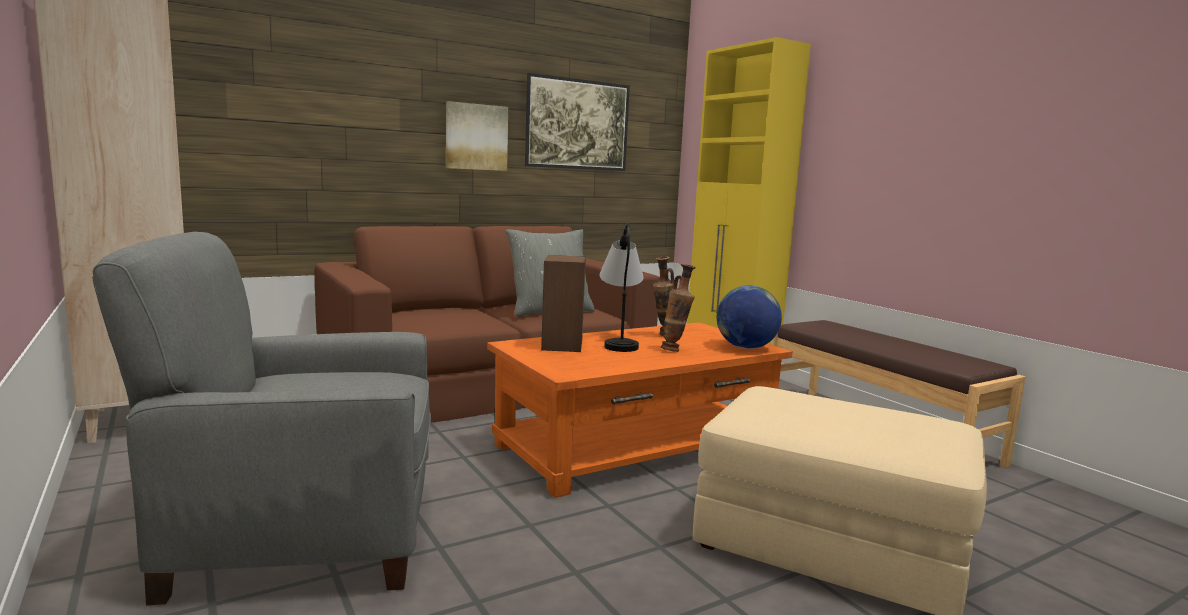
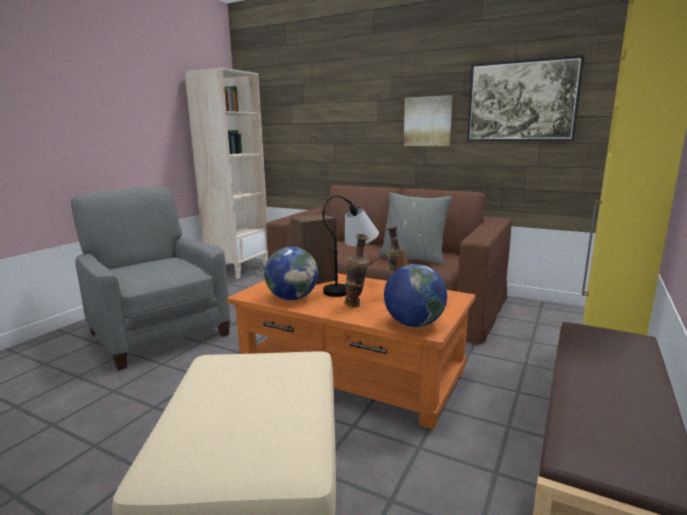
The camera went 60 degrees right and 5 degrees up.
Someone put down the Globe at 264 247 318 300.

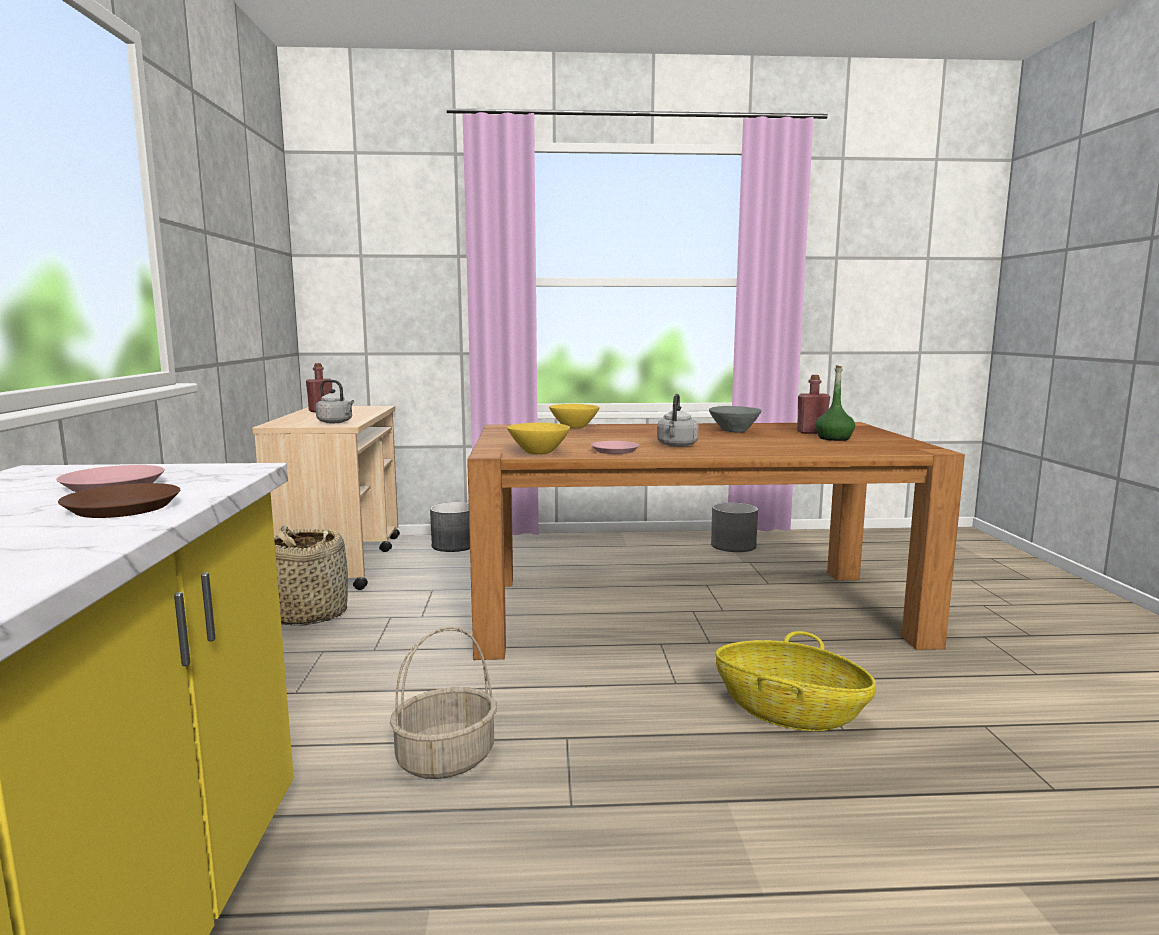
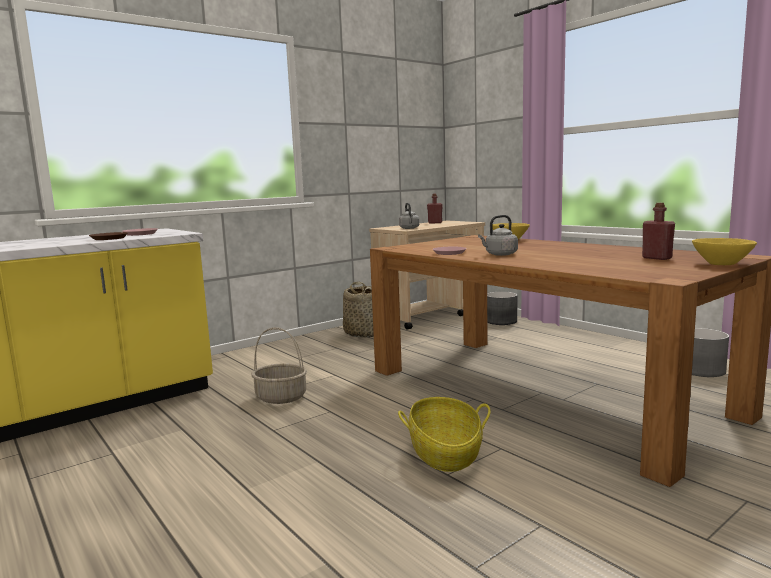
The camera went 55 degrees right and 0 degrees up.
Someone carried the YellowBowl from 507 423 570 454 to 692 238 757 265.
Someone took away the GrayBowl at 709 406 762 433.
Someone took away the GreenBottle at 815 365 855 441.

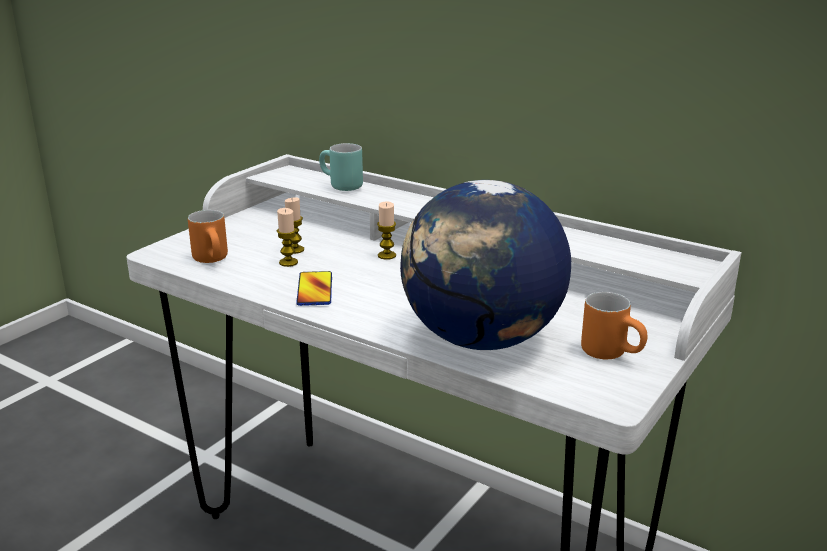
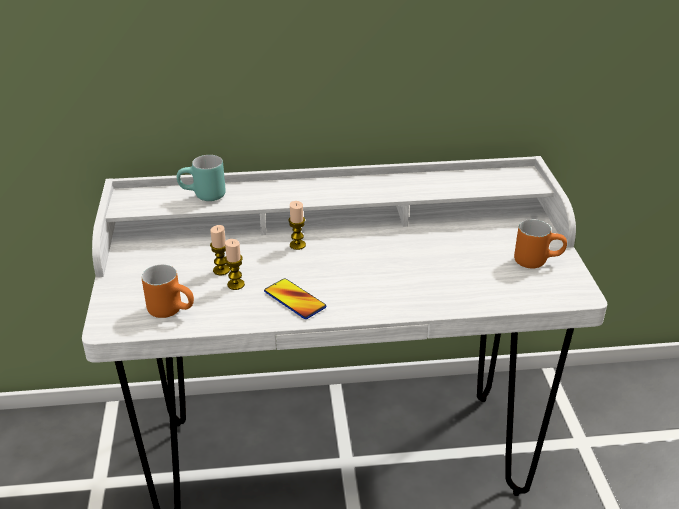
The camera went 40 degrees left and 10 degrees up.
Someone took away the Globe at 400 180 571 350.

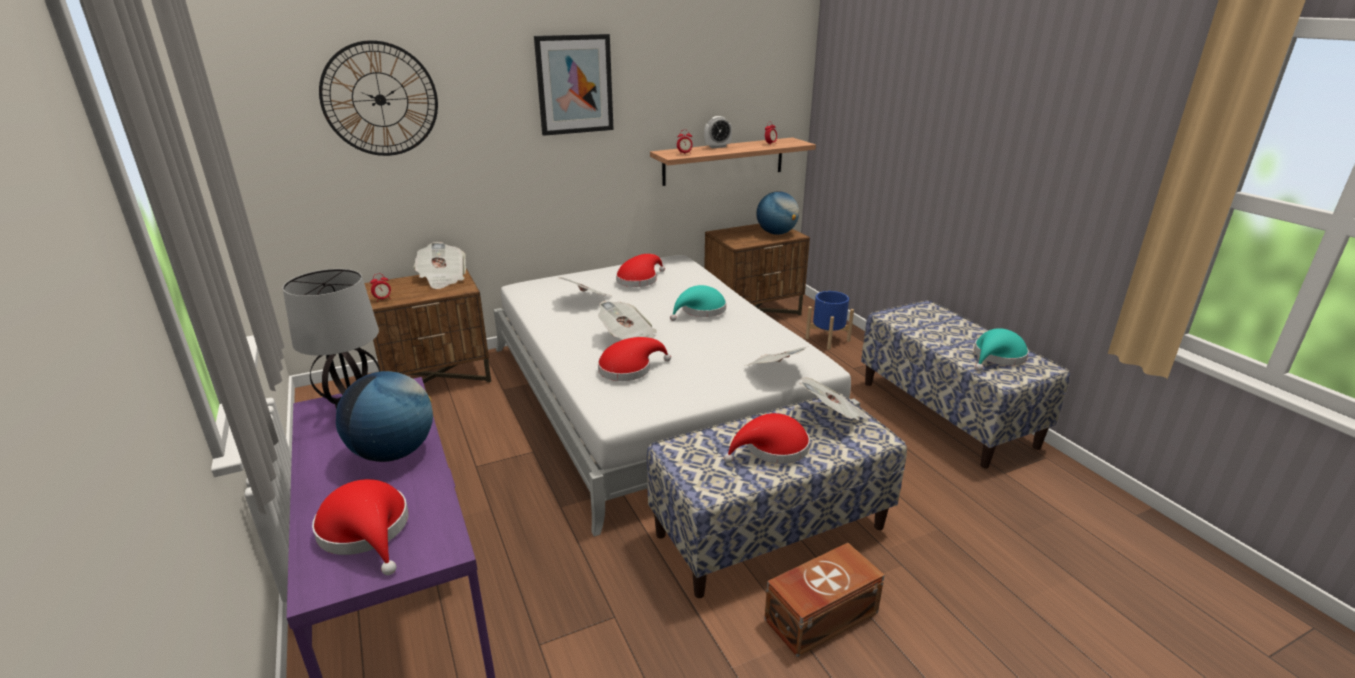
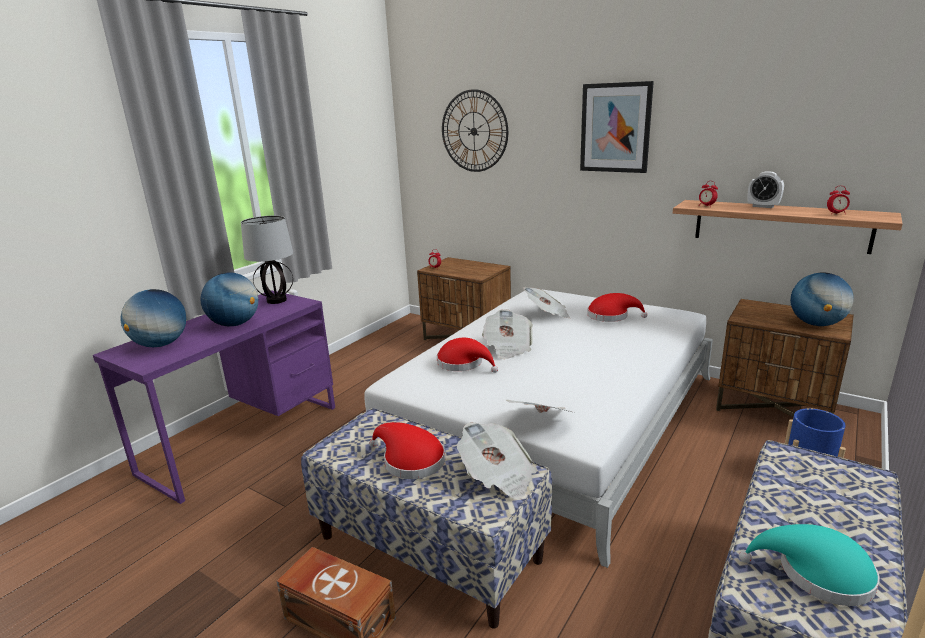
The camera went 60 degrees right and 5 degrees down.
Someone swapped the RedHat at 312 479 409 575 for the Globe at 121 289 186 347.
Someone took away the DailyPaper at 414 242 466 289.
Someone took away the BlueGreenHat at 670 285 726 321.

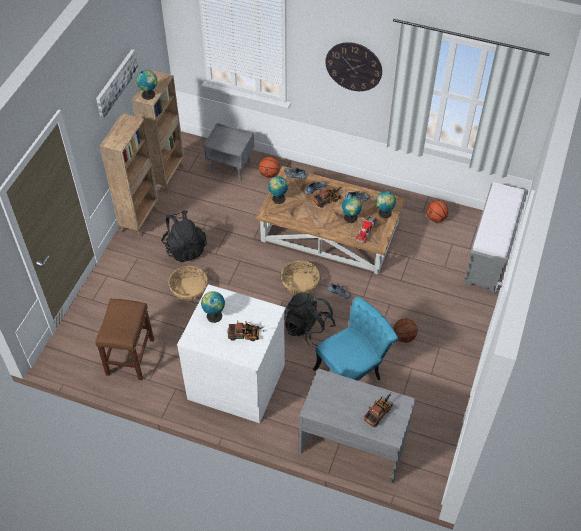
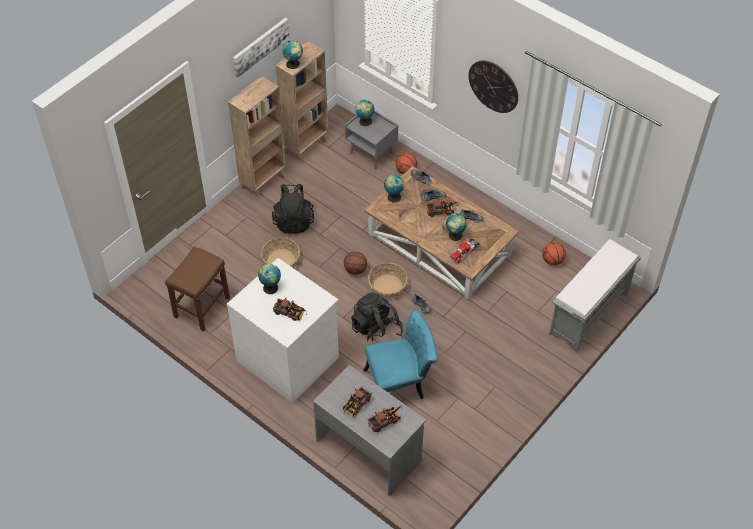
The camera went 20 degrees right and 0 degrees up.
Someone carried the Globe from 376 191 396 218 to 355 100 374 126.
Someone carried the Basketball from 393 318 418 343 to 344 251 367 275.
Someone put down the ToyTruck at 343 386 372 417.

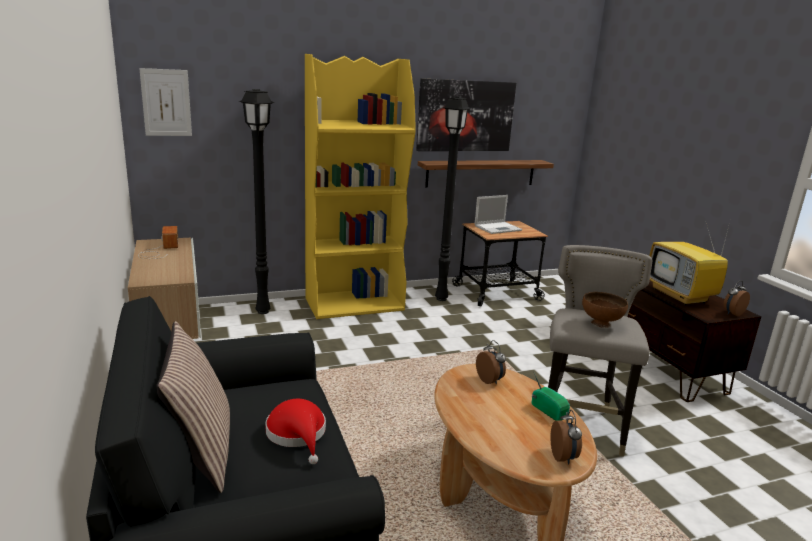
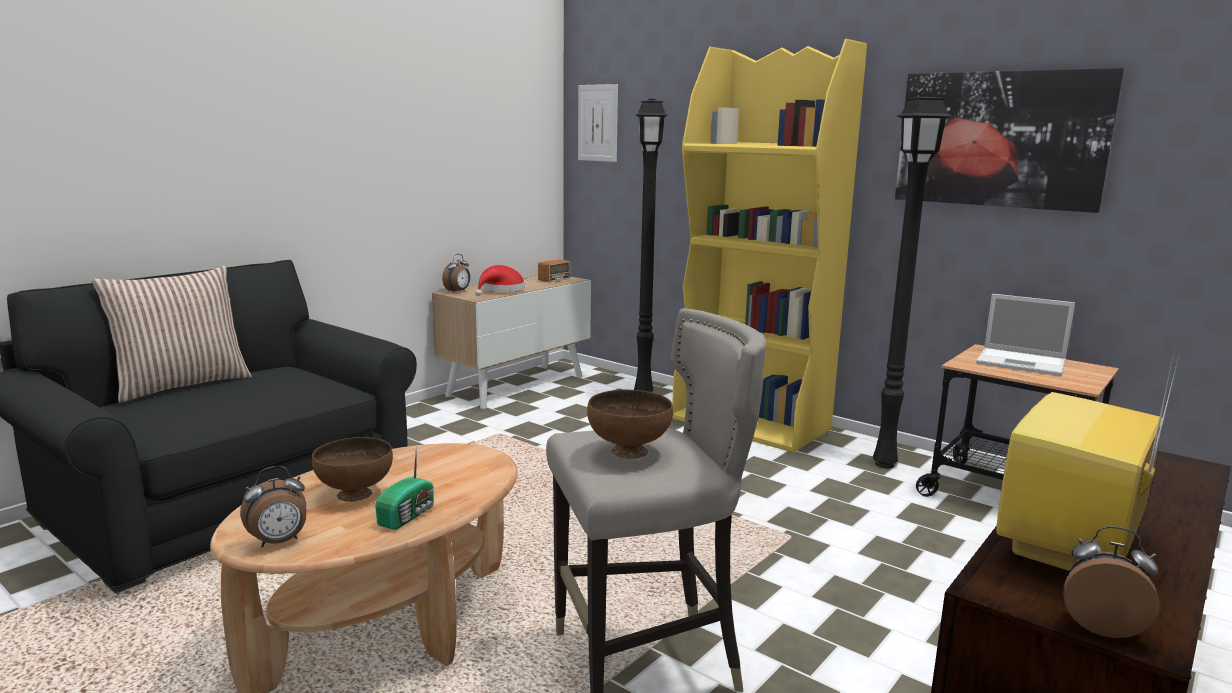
The camera went 60 degrees right and 5 degrees down.
Someone carried the RedHat from 265 399 326 464 to 475 265 525 296.
Someone took away the BracketShelf at 418 160 554 187.
Someone carried the AlarmClock from 476 340 506 384 to 442 254 470 293.
Someone put down the BrownishBowl at 312 437 393 502.

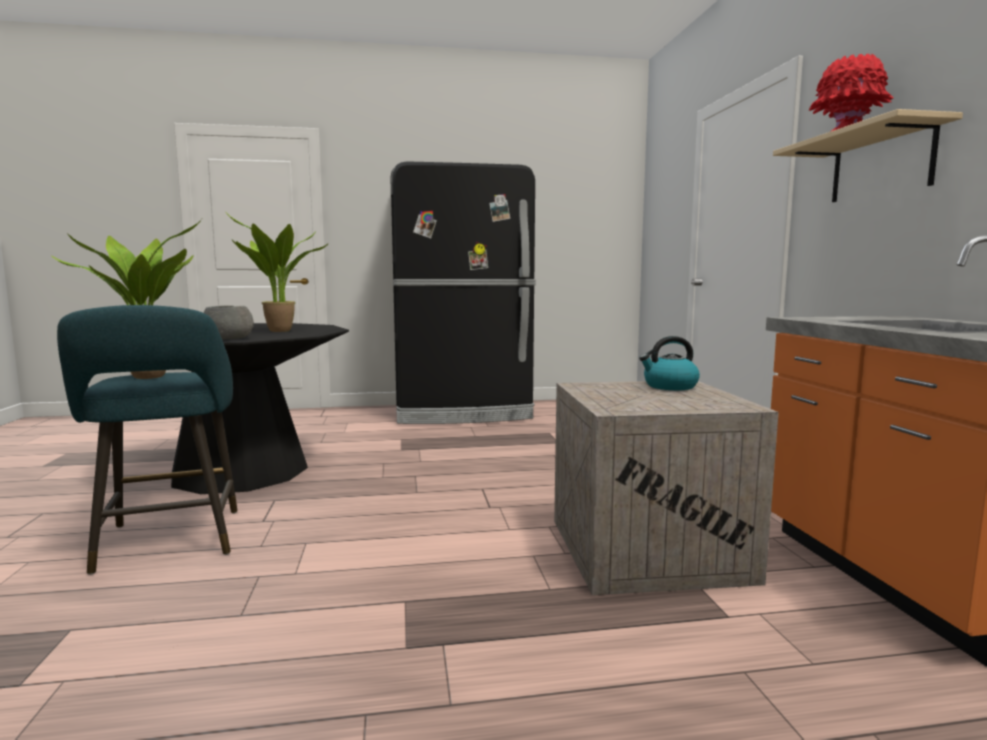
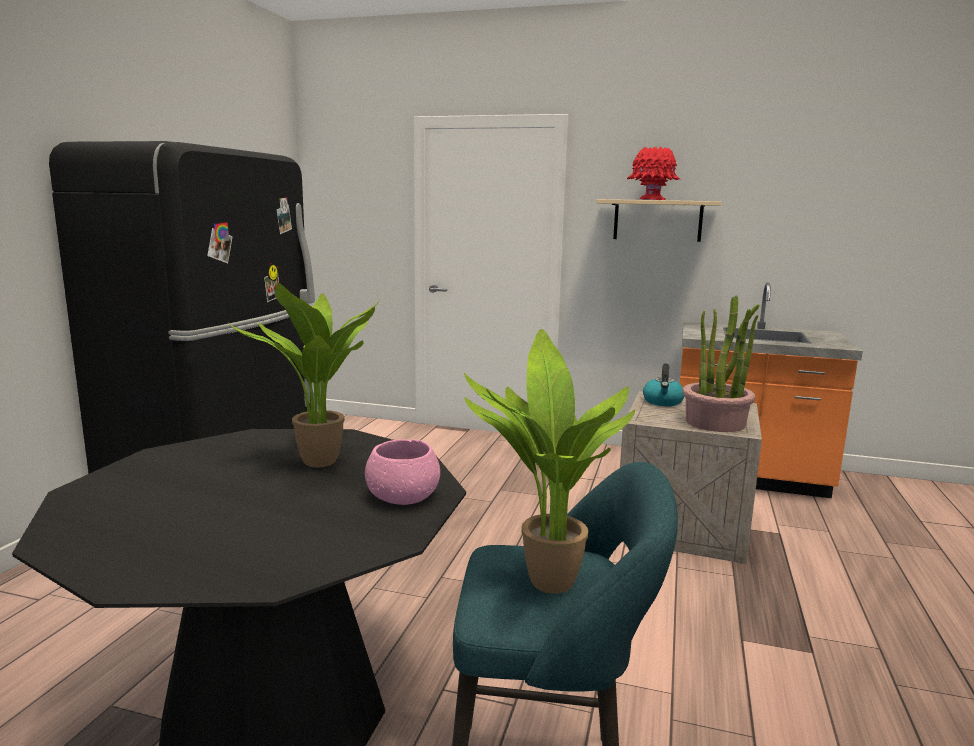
The camera went 65 degrees left and 5 degrees up.
Someone repainted the GrayBowl at 203 305 254 340, which became the PinkBowl at 365 439 440 505.
Someone put down the PlantInAPot at 682 296 760 432.

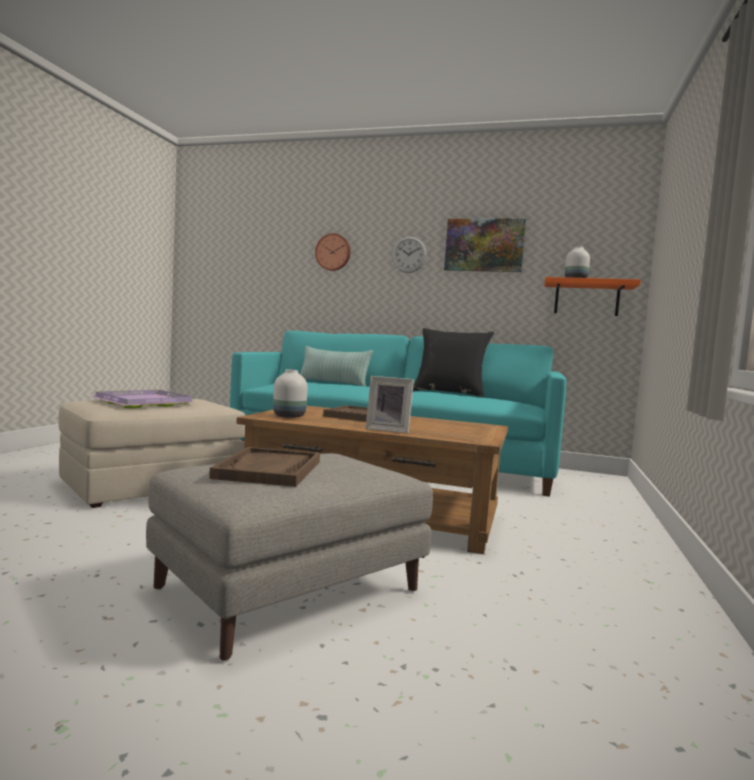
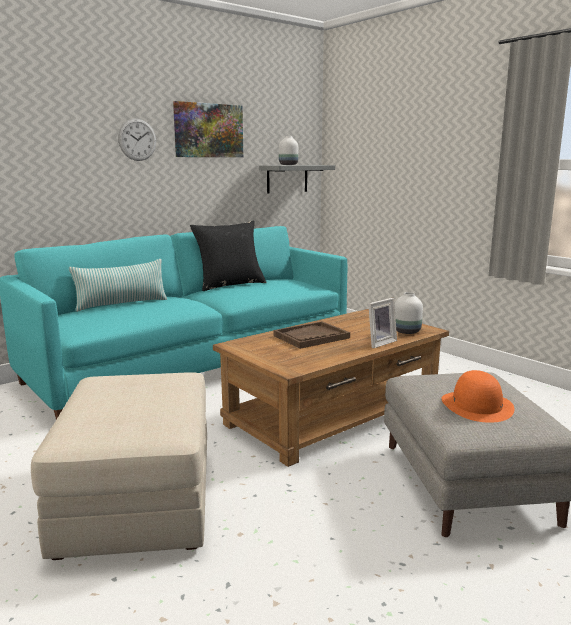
The camera went 55 degrees left and 10 degrees up.
Someone took away the PurplishServingTray at 89 390 197 409.
Someone swapped the BrownishServingTray at 209 447 320 487 for the OrangeColouredHat at 441 370 515 423.
Someone carried the WhiteColouredDecorativeVase from 273 370 307 418 to 395 292 423 334.
Someone took away the ClockOnTheWall at 315 233 351 271.
Someone repainted the OrangeColouredBracketShelf at 544 277 641 316, which became the GrayBracketShelf at 259 165 335 194.

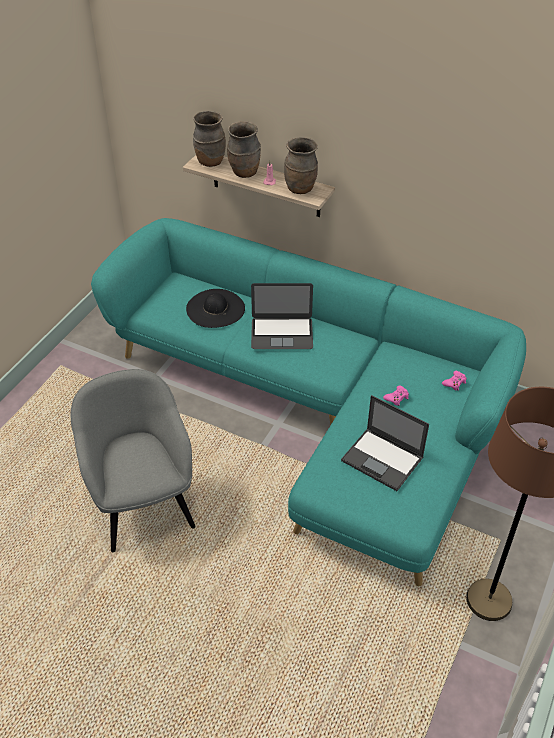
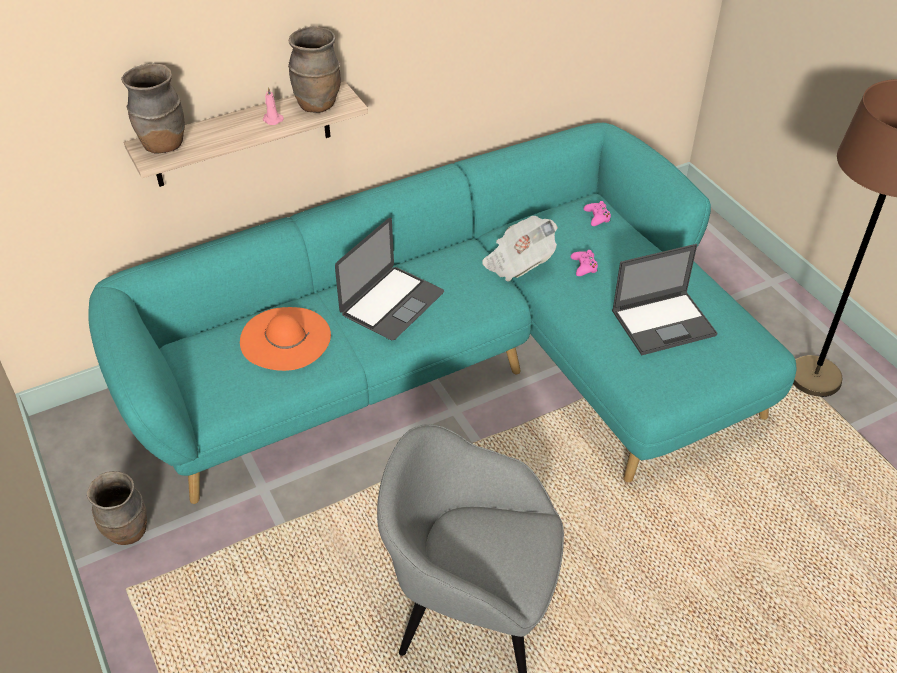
The camera went 55 degrees left and 0 degrees up.
Someone repainted the BlackColouredHat at 186 289 245 328, which became the OrangeColouredHat at 240 307 331 371.
Someone carried the BrownishDecorativeVase from 227 121 261 178 to 87 471 147 545.
Someone put down the DailyPaper at 482 216 558 282.

